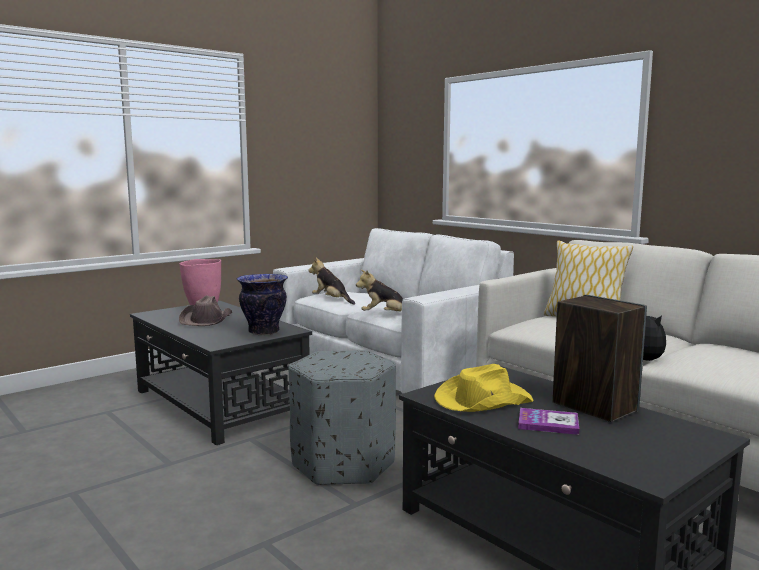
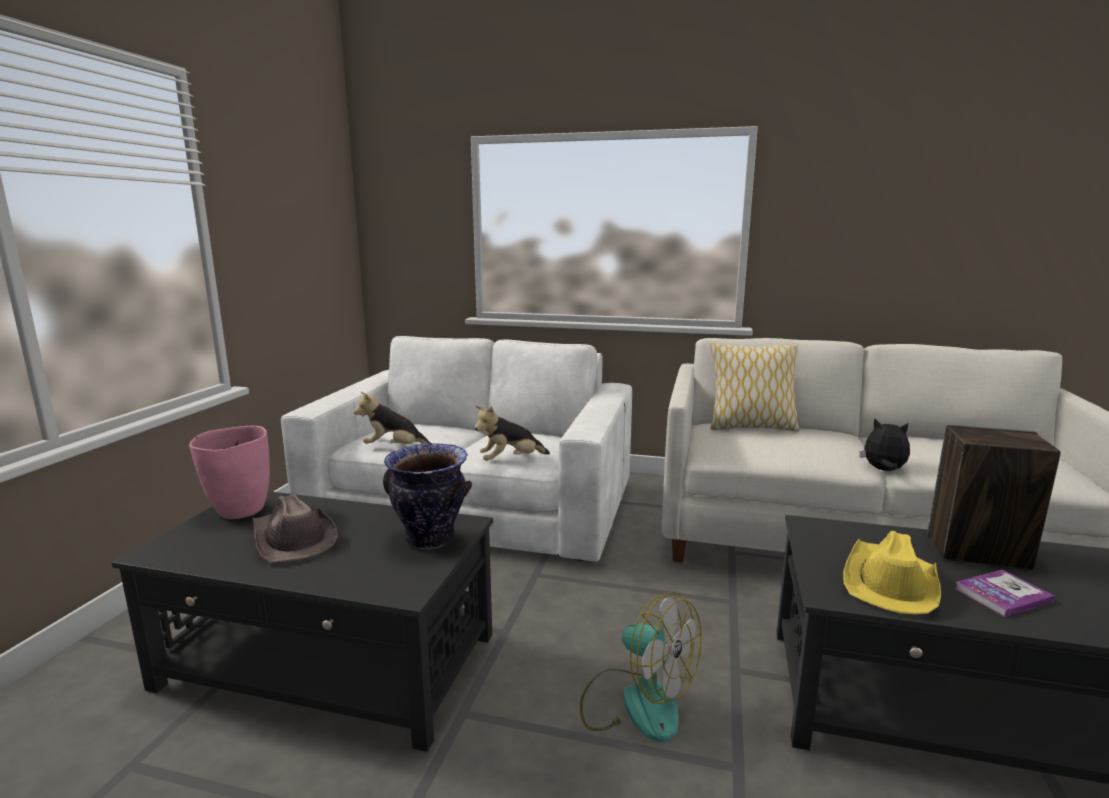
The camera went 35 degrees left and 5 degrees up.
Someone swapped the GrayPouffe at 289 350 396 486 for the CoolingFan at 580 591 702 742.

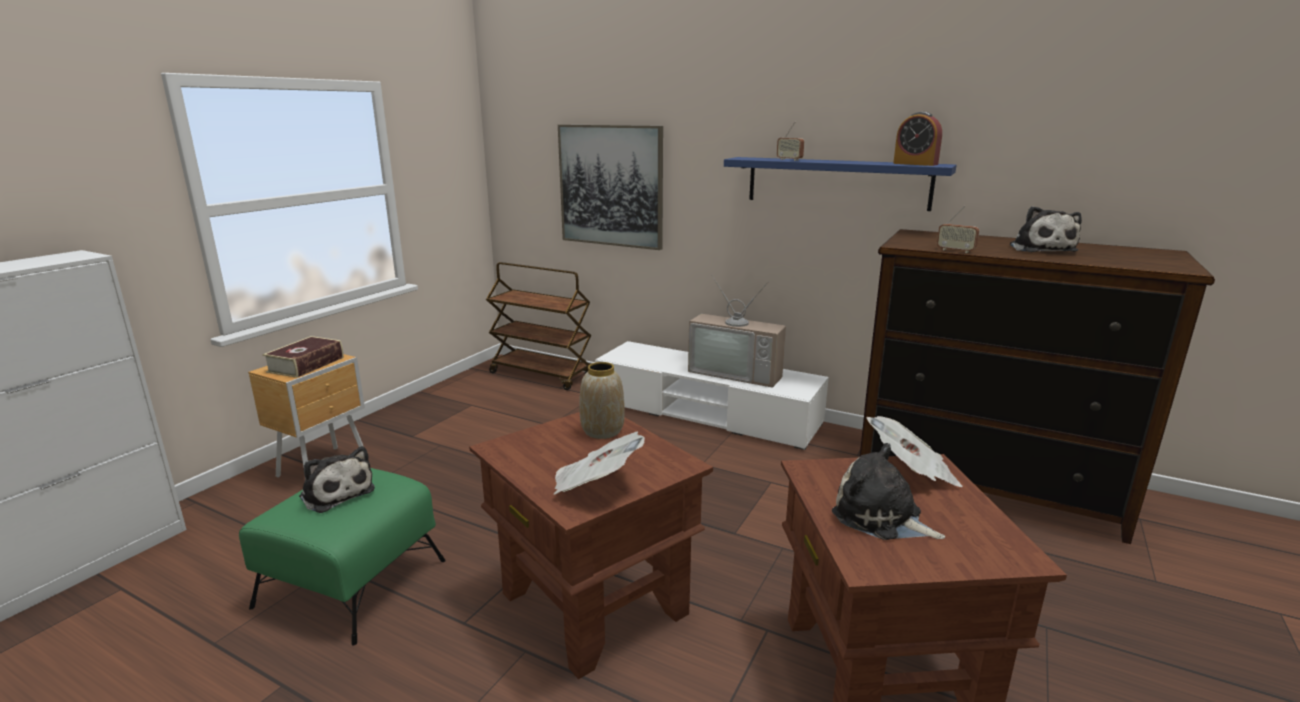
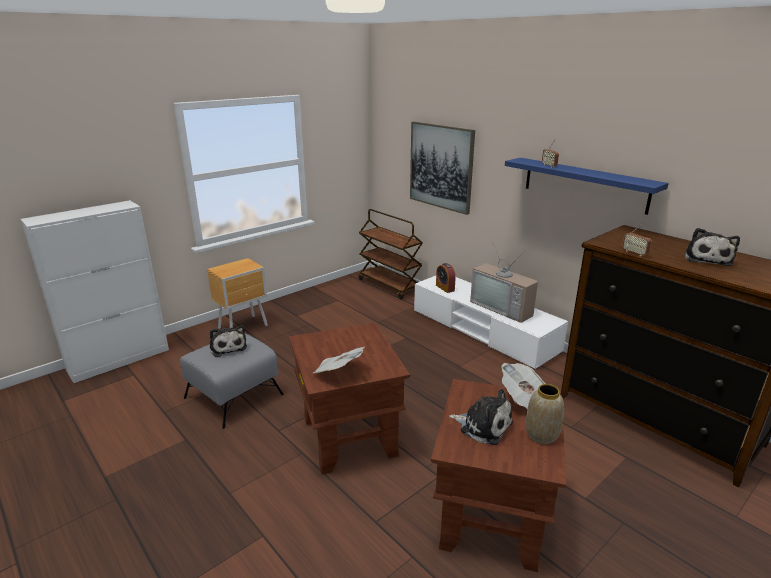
The camera went 20 degrees right and 5 degrees up.
Someone repainted the GreenPouffe at 239 468 446 646, which became the GrayPouffe at 180 333 284 429.
Someone took away the Volume at 263 336 344 378.
Someone carried the DecorativeVase from 579 362 625 439 to 525 384 564 444.
Someone rotated the SoftToy at 832 443 945 540 by 150 degrees clockwise.
Someone carried the AlarmClock from 893 112 942 166 to 436 263 456 293.

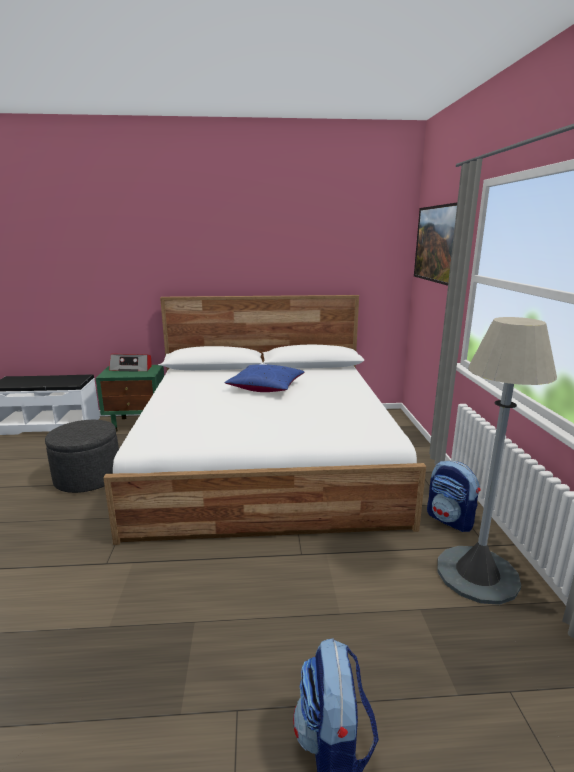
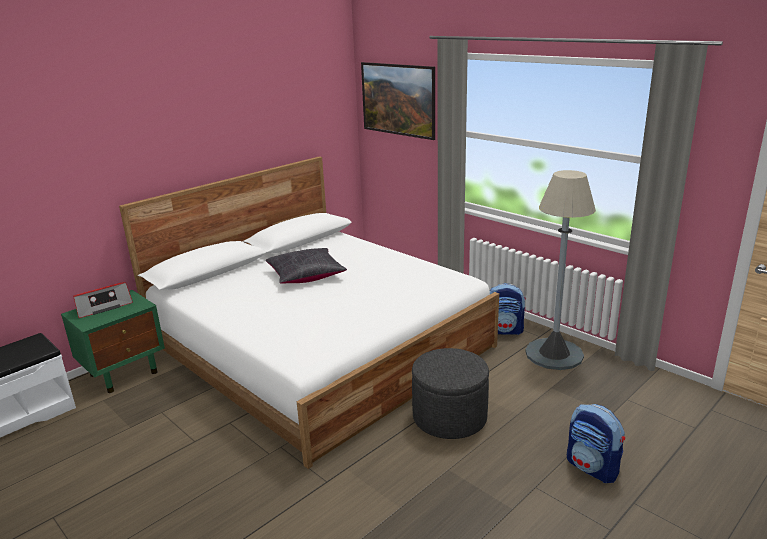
The camera went 40 degrees left and 5 degrees up.
Someone carried the GrayPouffe from 45 420 119 493 to 412 348 489 439.
Someone repainted the BluePillow at 224 364 304 392, which became the BlackColouredPillow at 266 248 347 283.

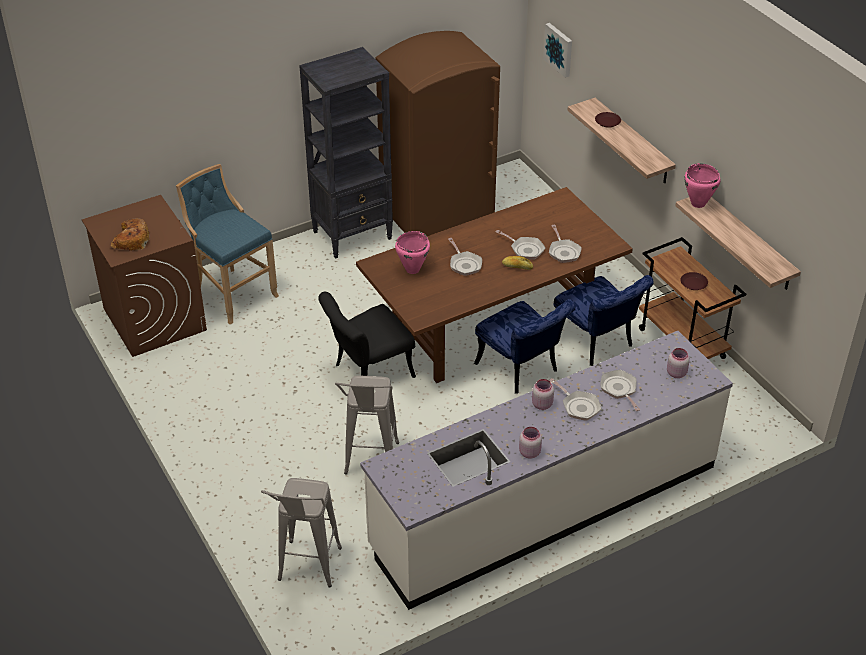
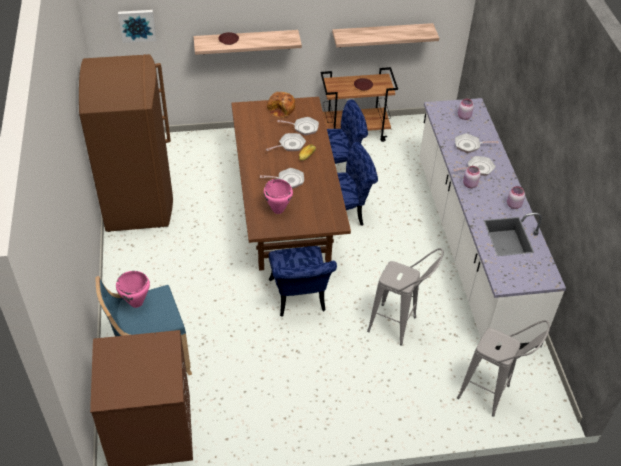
The camera went 70 degrees left and 5 degrees up.
Someone carried the BakeryBread from 110 219 150 251 to 267 92 296 118.
Someone took away the BlackColouredBookcase at 299 47 393 259.
Someone repainted the BlackColouredPlainChair at 318 292 416 378, which became the BluePlainChair at 269 246 337 317.
Someone carried the PinkSaucepot from 684 163 721 208 to 116 271 150 308.

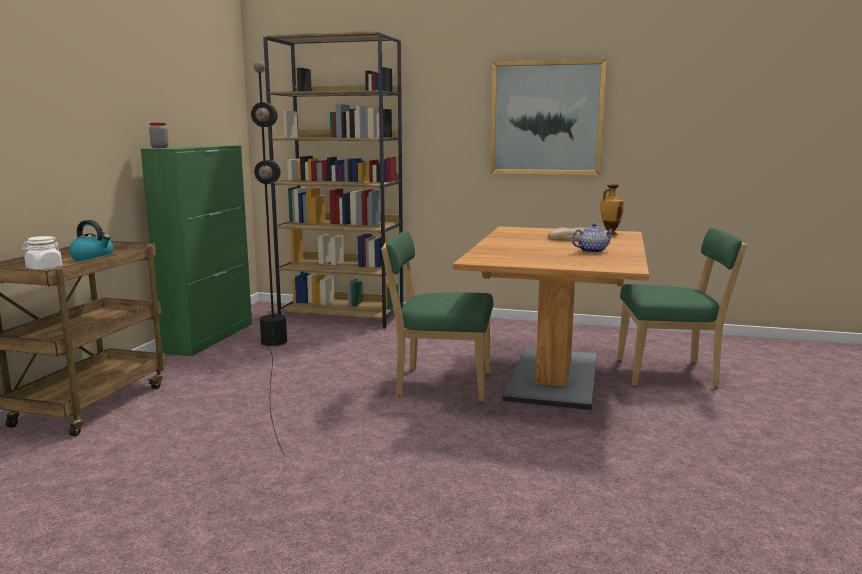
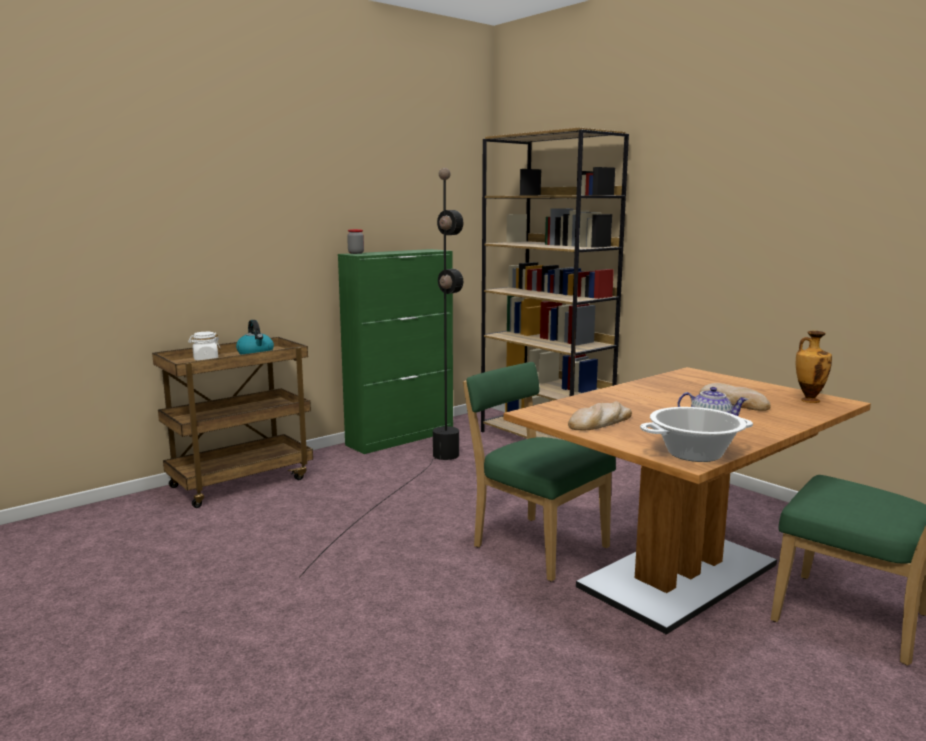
The camera went 35 degrees right and 0 degrees up.
Someone took away the WallArt at 490 59 606 175.
Someone put down the BakeryBread at 568 401 632 431.
Someone put down the Saucepot at 640 407 753 462.

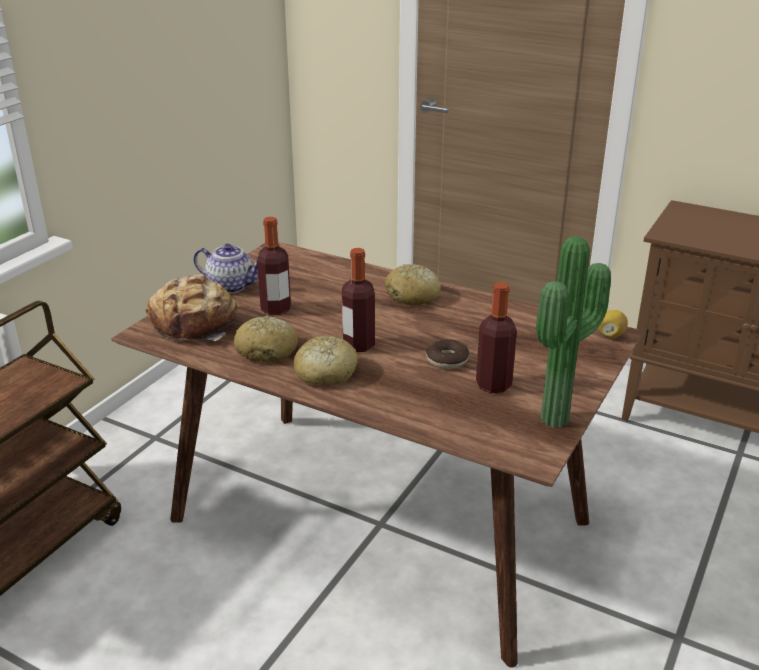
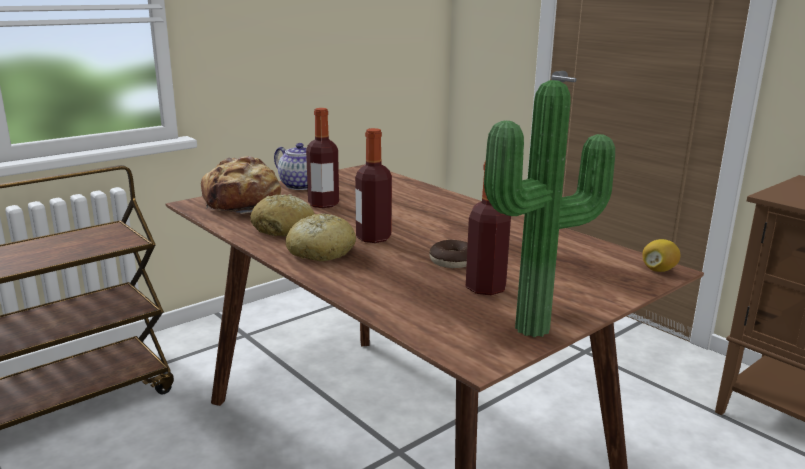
The camera went 20 degrees right and 10 degrees down.
Someone took away the BakeryBread at 385 264 441 305.

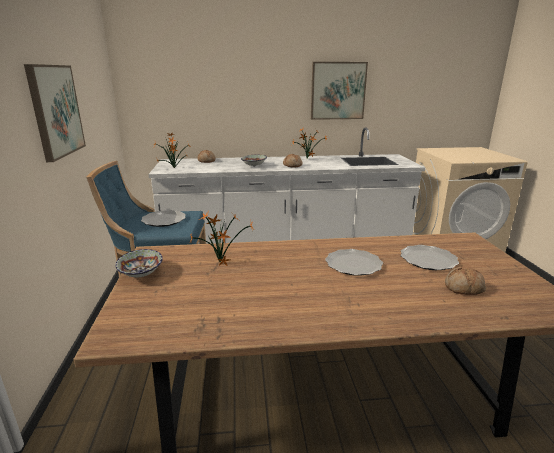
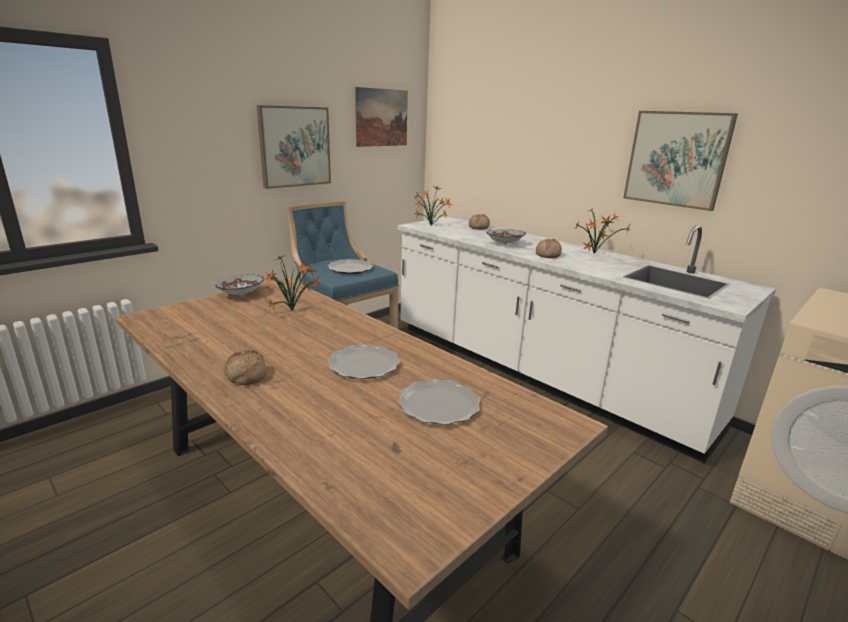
The camera went 50 degrees right and 0 degrees up.
Someone carried the BakeryBread from 445 266 486 295 to 223 350 267 385.
Someone put up the WallArt at 355 87 408 147.

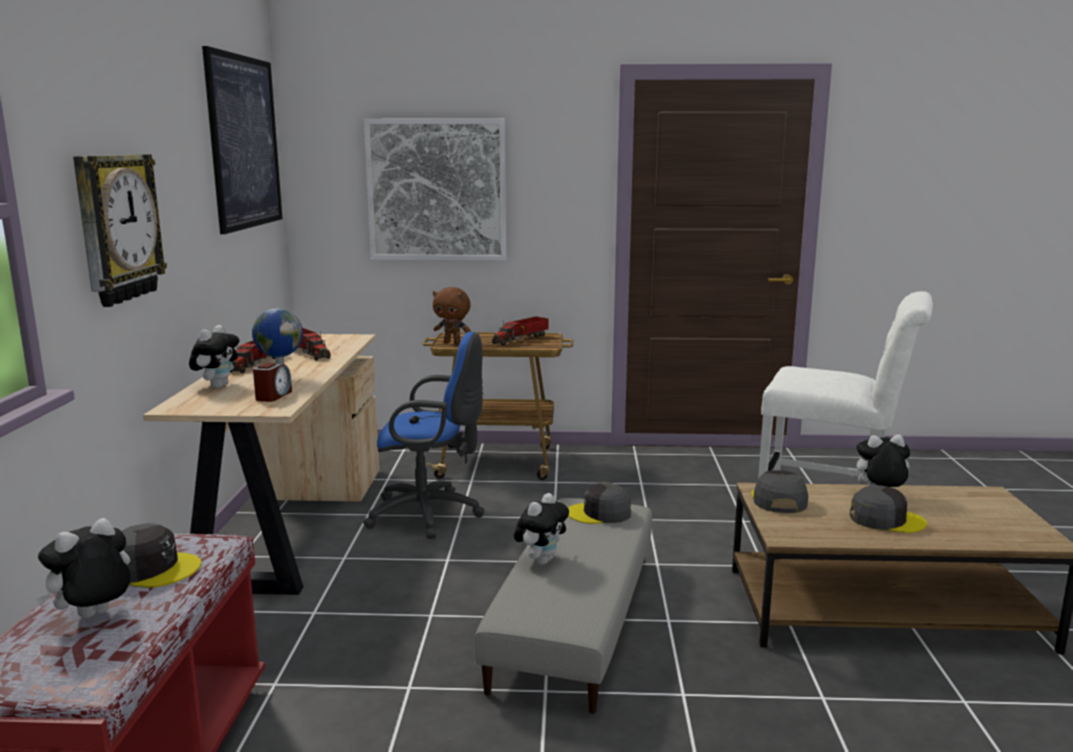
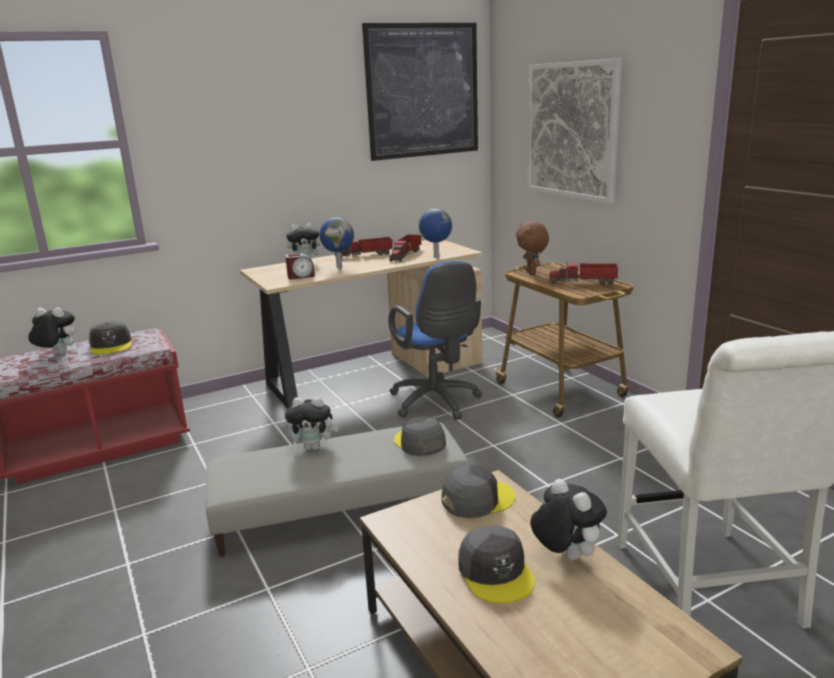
The camera went 60 degrees right and 5 degrees up.
Someone took away the ClockOnTheWall at 73 154 167 307.
Someone put down the Globe at 419 209 452 258.

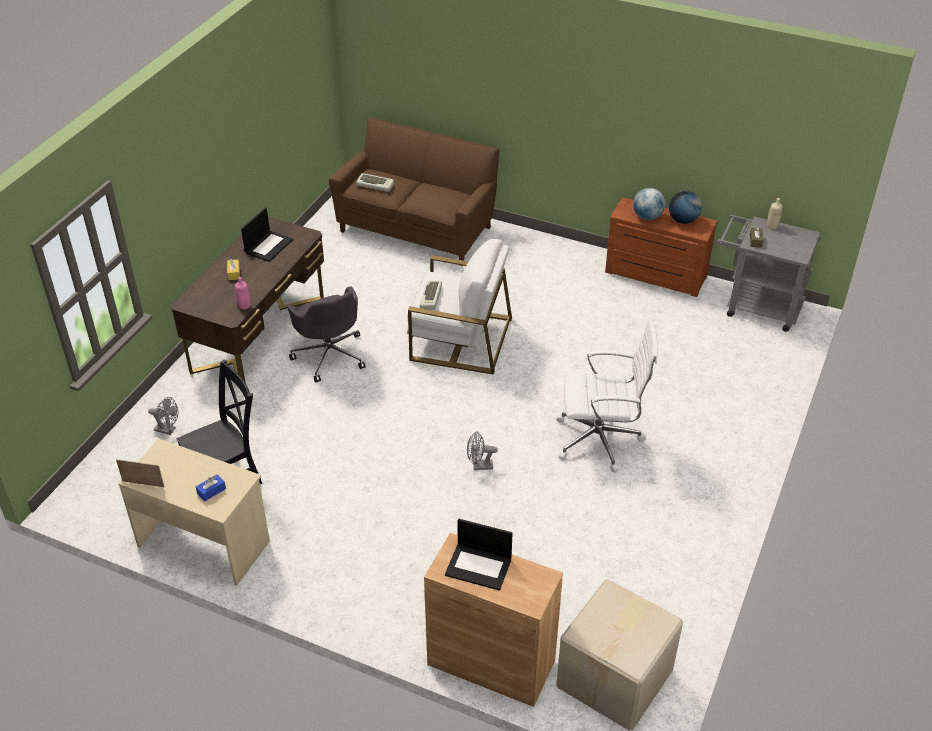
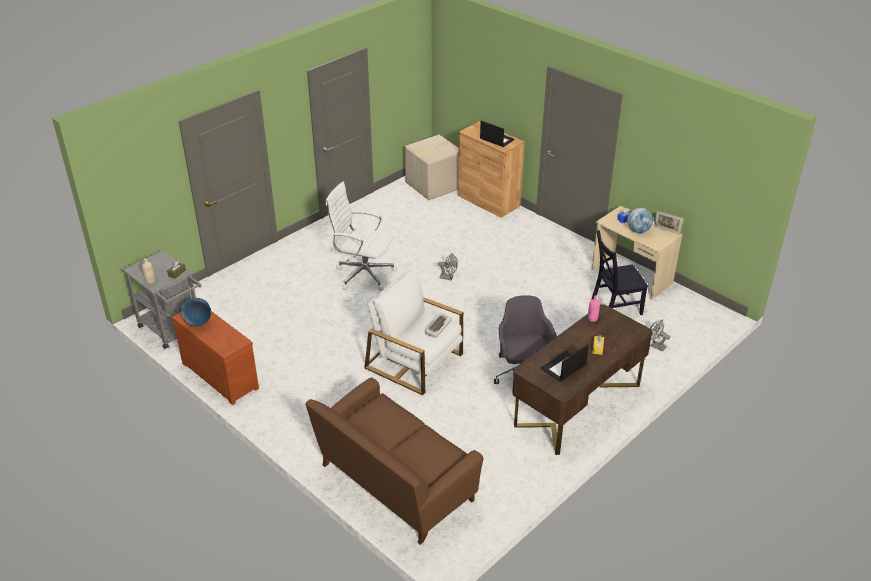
The camera went 160 degrees left and 5 degrees down.
Someone took away the PcKeyboard at 357 173 394 192.
Someone carried the Globe from 633 188 665 220 to 627 208 653 233.

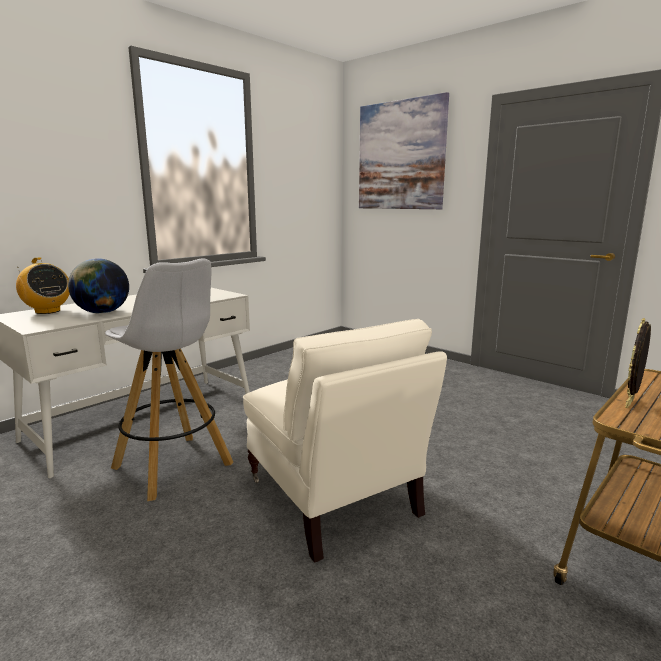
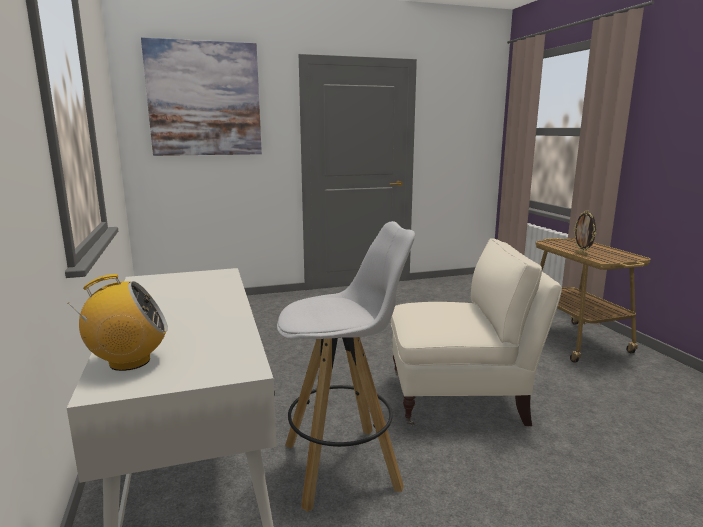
The camera went 60 degrees left and 0 degrees up.
Someone took away the Globe at 68 258 129 314.

